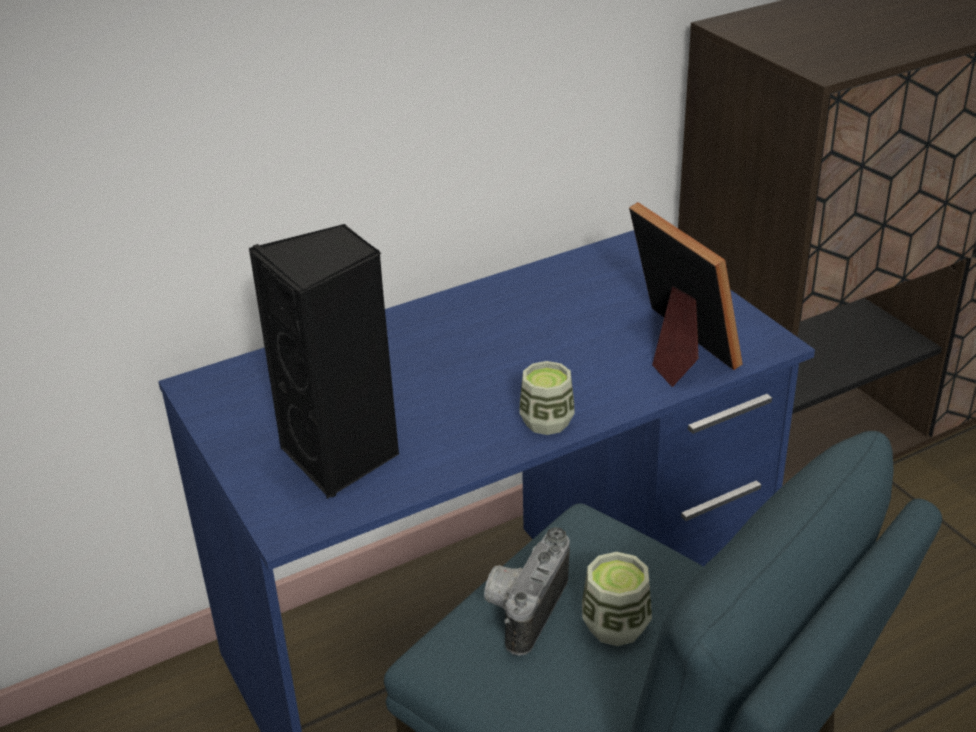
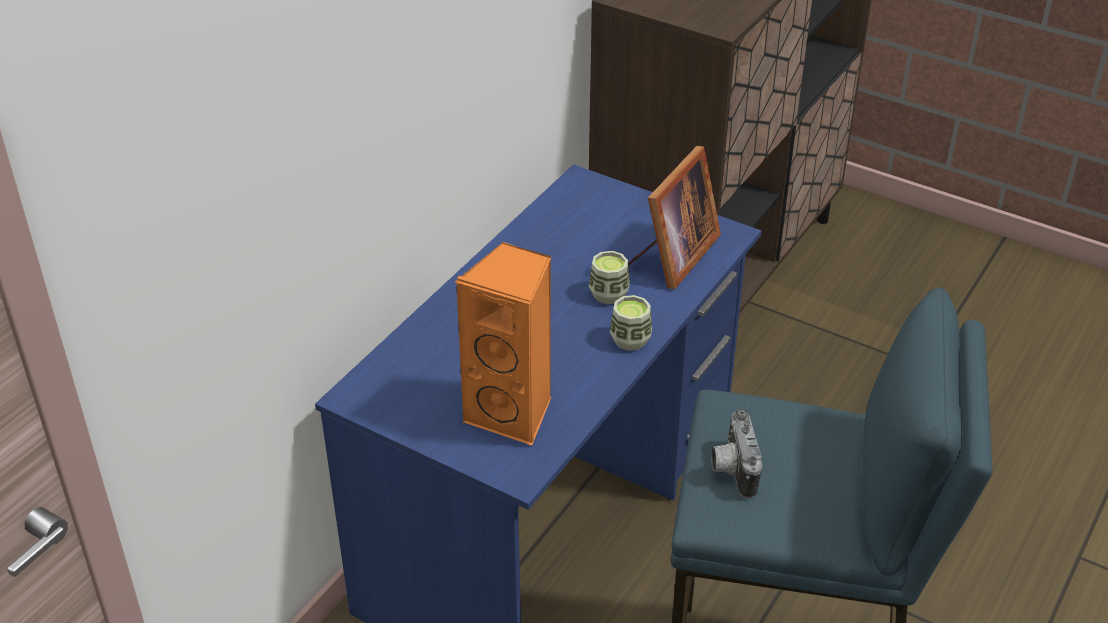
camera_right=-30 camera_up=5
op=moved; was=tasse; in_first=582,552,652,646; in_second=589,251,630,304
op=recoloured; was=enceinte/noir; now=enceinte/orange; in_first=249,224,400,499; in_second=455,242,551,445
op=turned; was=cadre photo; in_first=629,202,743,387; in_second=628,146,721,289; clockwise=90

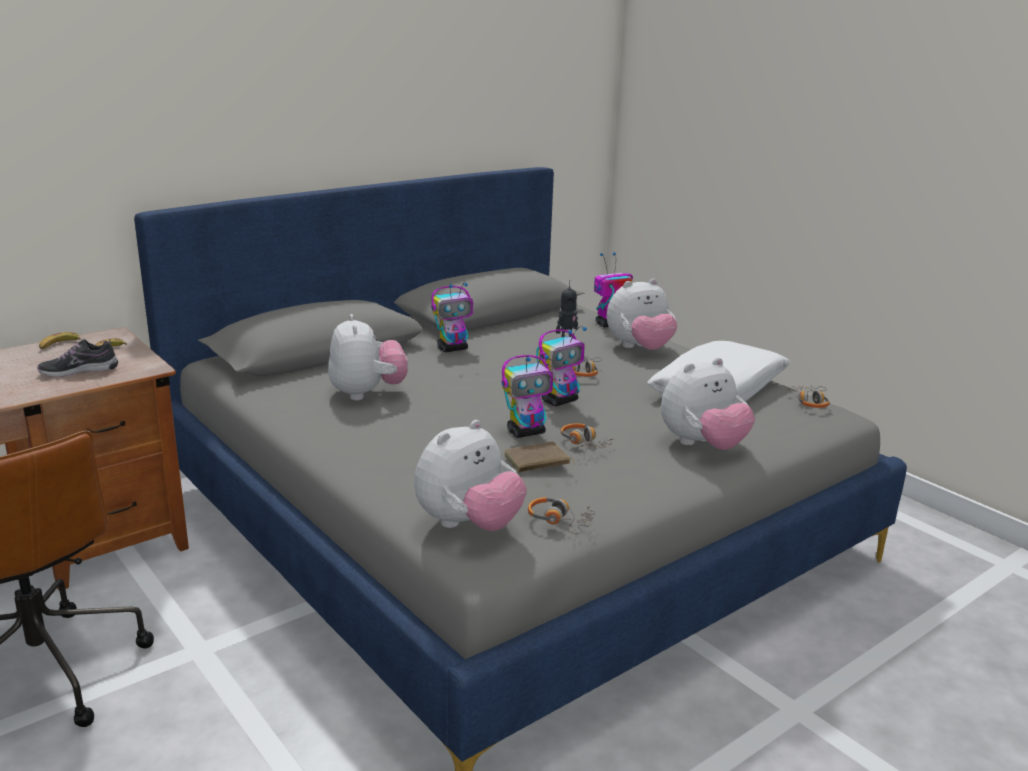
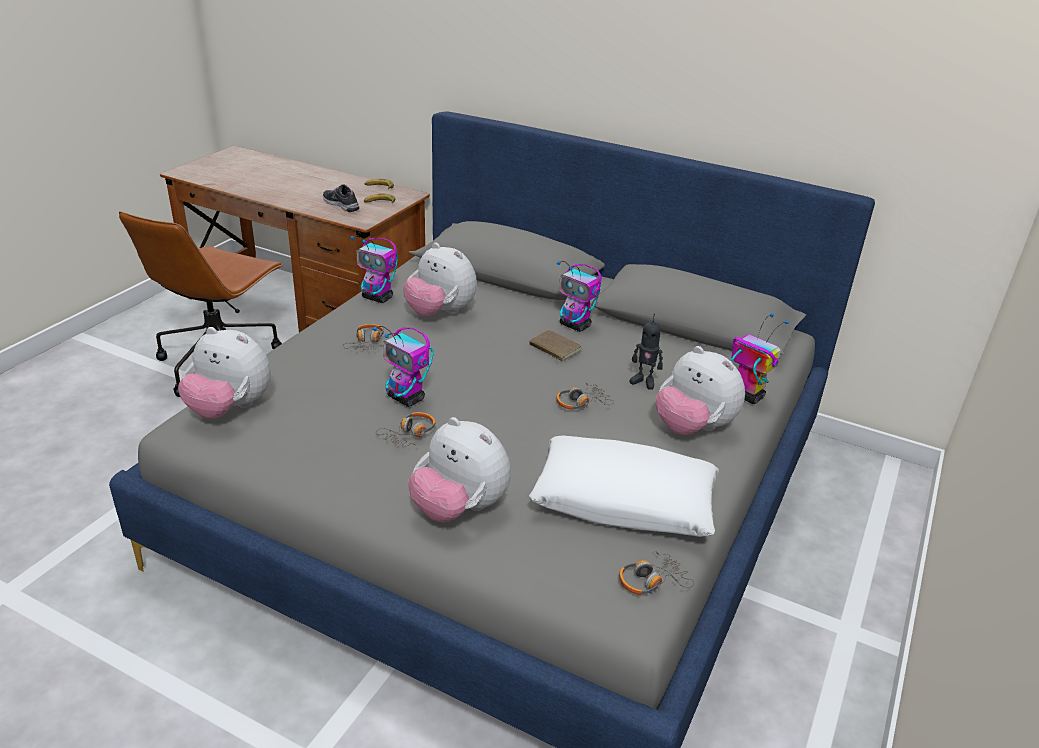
camera_right=65 camera_up=10
op=moved; was=livre/marron; in_first=504,441,575,472; in_second=529,330,582,361
op=moved; was=casque audio; in_first=528,497,595,534; in_second=343,324,384,350
op=moved; was=robot jouet; in_first=536,326,587,406; in_second=350,235,398,303
op=turned; was=peluche; in_first=328,314,408,401; in_second=403,242,477,317; clockwise=75

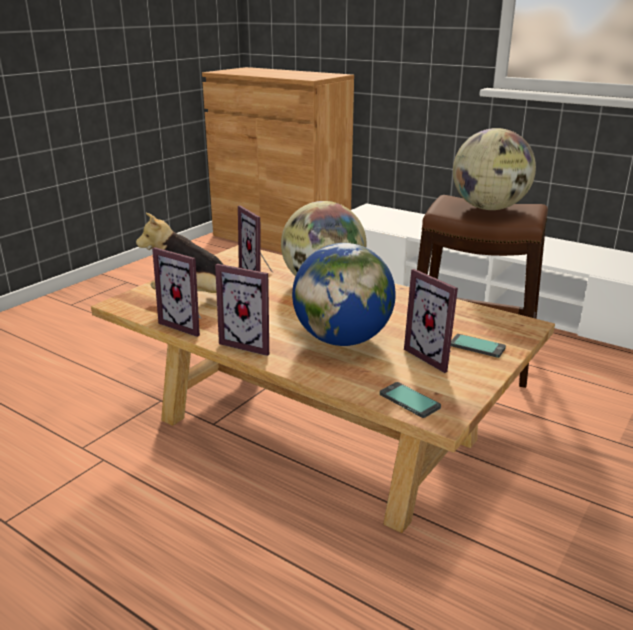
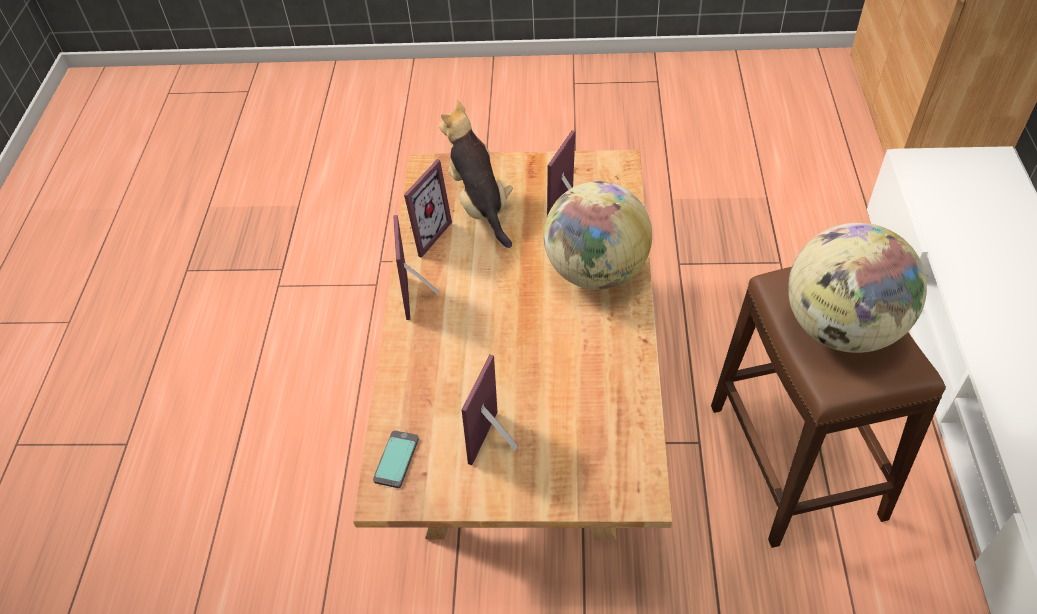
camera_right=60 camera_up=25
op=removed; was=globe; in_first=292,243,396,346
op=removed; was=téléphone; in_first=451,334,506,358
op=turned; was=cadre photo; in_first=152,247,202,337; in_second=404,159,452,258; clockwise=-150

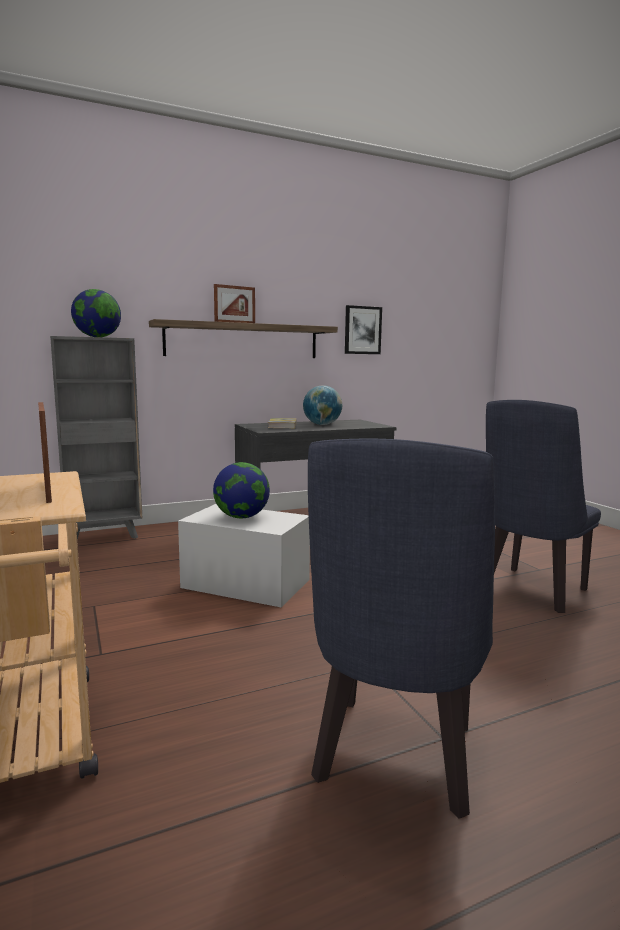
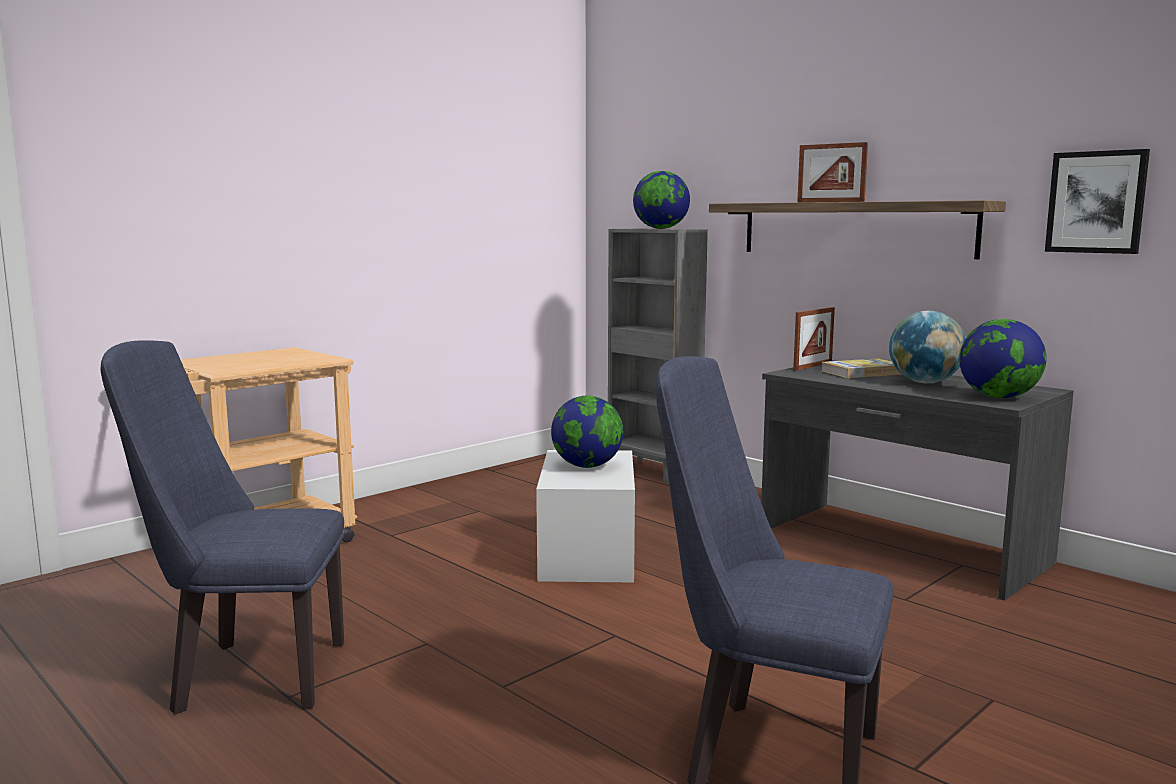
camera_right=70 camera_up=0
op=added; now=globe; in_second=959,319,1046,398
op=moved; was=cadre photo; in_first=38,402,52,503; in_second=793,307,835,371

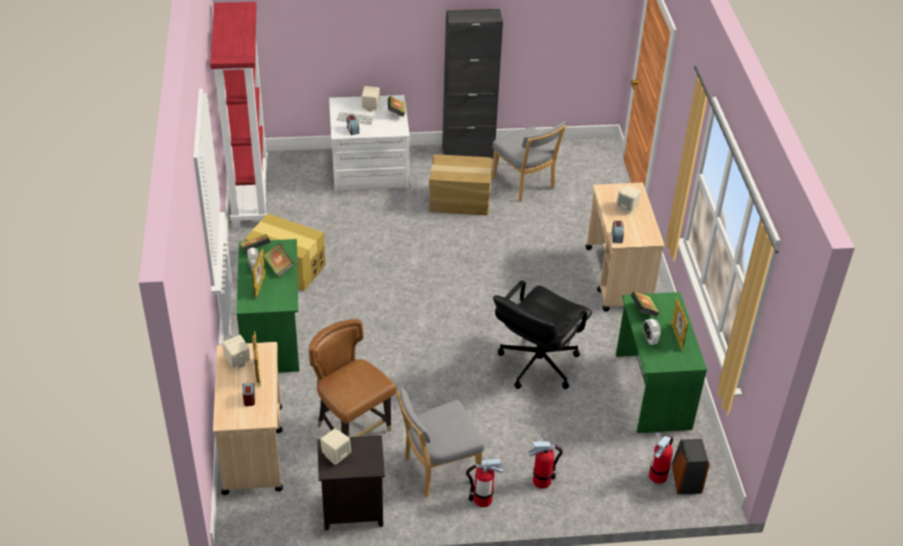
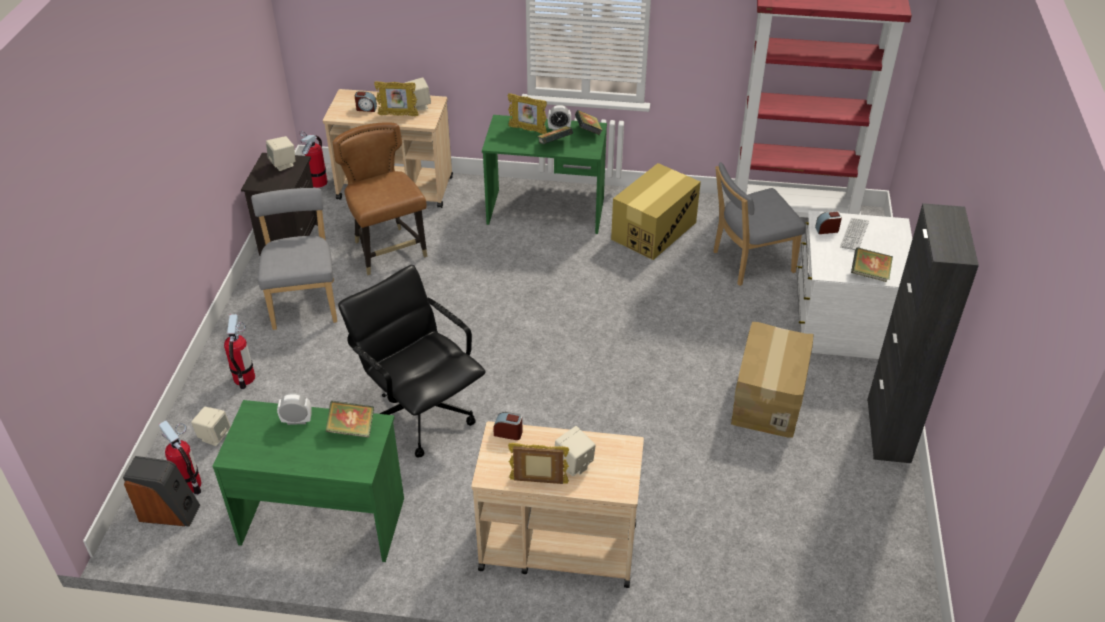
camera_right=105 camera_up=0
op=moved; was=enceinte/beige; in_first=362,86,380,112; in_second=191,407,231,446
op=moved; was=extincteur; in_first=466,458,503,507; in_second=299,131,327,188
op=moved; was=chaise/gris; in_first=492,121,566,202; in_second=713,162,805,286
op=moved; was=cadre photo; in_first=671,298,689,350; in_second=508,443,569,484
op=turned; was=chaise/marron; in_first=309,319,397,437; in_second=333,122,427,275; clockwise=-90

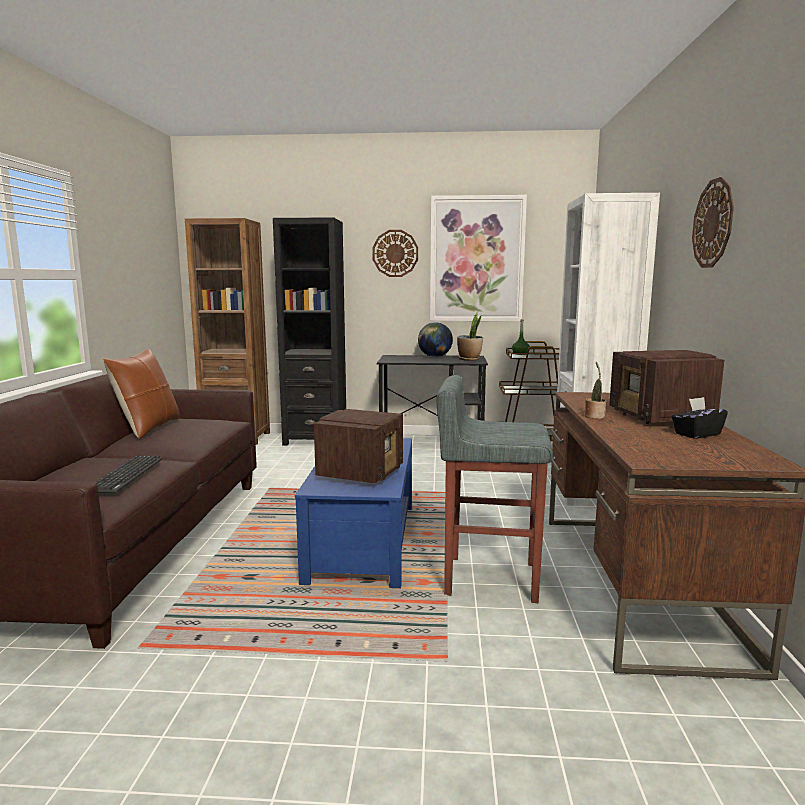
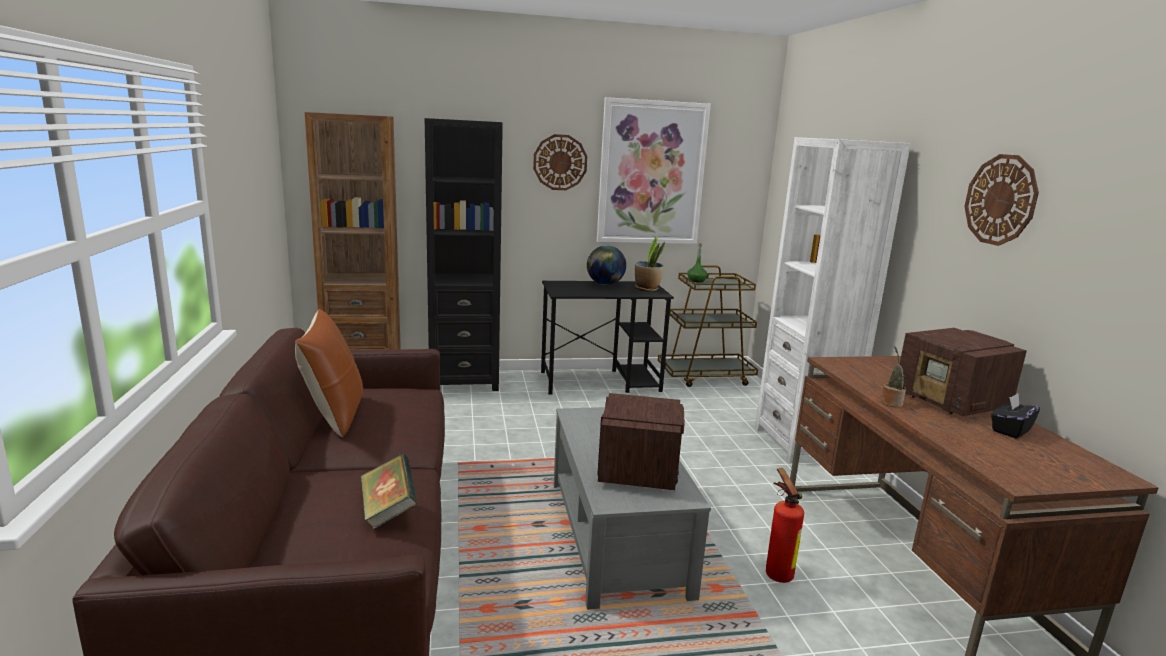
camera_right=-15 camera_up=5
op=replaced; was=clavier; now=livre; in_first=95,456,162,493; in_second=360,454,418,529
op=replaced; was=tabouret/gris; now=extincteur; in_first=437,375,553,603; in_second=766,468,804,583
op=recoloured; was=table basse/bleu; now=table basse/gris; in_first=295,438,412,588; in_second=554,407,711,610

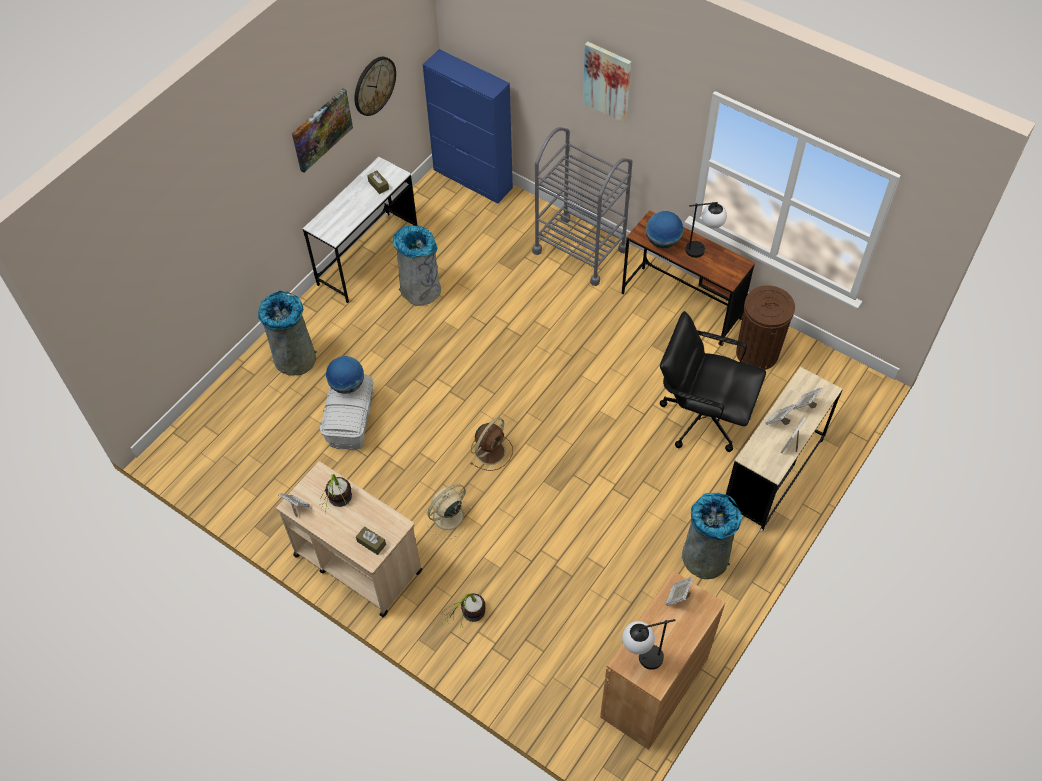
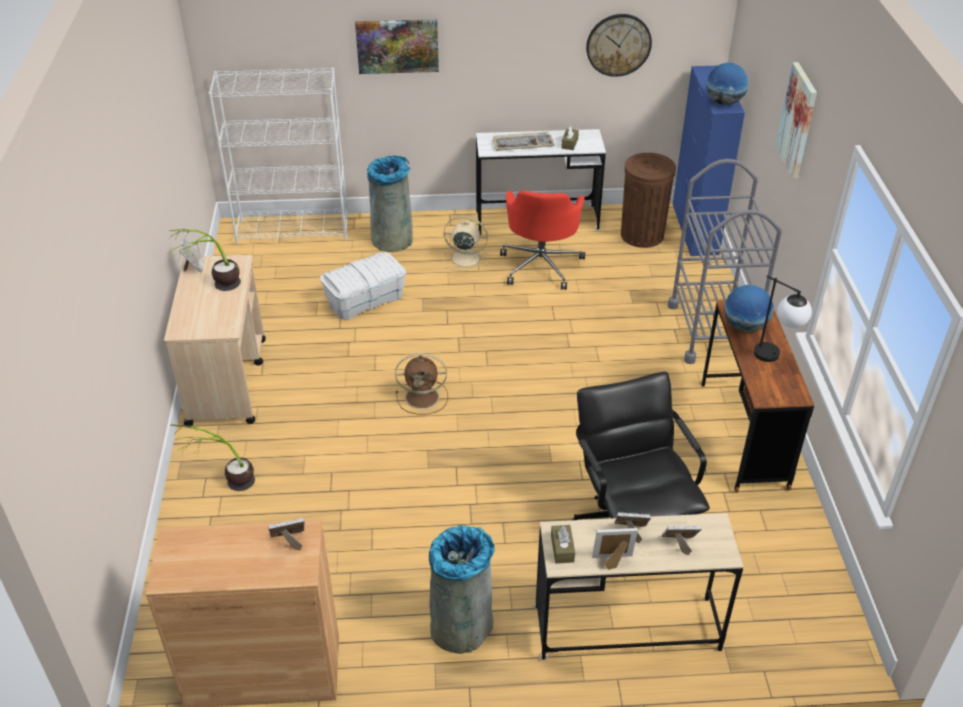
camera_right=50 camera_up=-15
op=removed; was=lampe de table; in_first=622,619,676,670
op=added; now=bibliothèque/blanc; in_second=208,68,348,244
op=added; now=clavier; in_second=493,132,555,151
op=moved; was=tableau; in_first=292,89,353,172; in_second=355,19,439,74
op=moved; was=globe; in_first=326,356,364,394; in_second=706,63,749,105
op=moved; was=boîte à mouchoirs/marron; in_first=356,526,386,555; in_second=551,525,575,564
op=moved; was=ventilateur/beige; in_first=425,484,472,538; in_second=443,216,488,271
op=moved; was=poubelle/marron; in_first=736,285,795,370; in_second=621,153,676,248
op=replaced; was=poubelle/gris; now=chaise de bureau/rouge; in_first=393,225,441,306; in_second=500,191,585,290

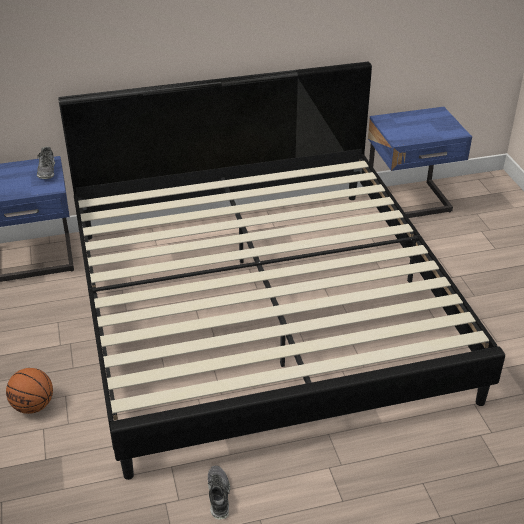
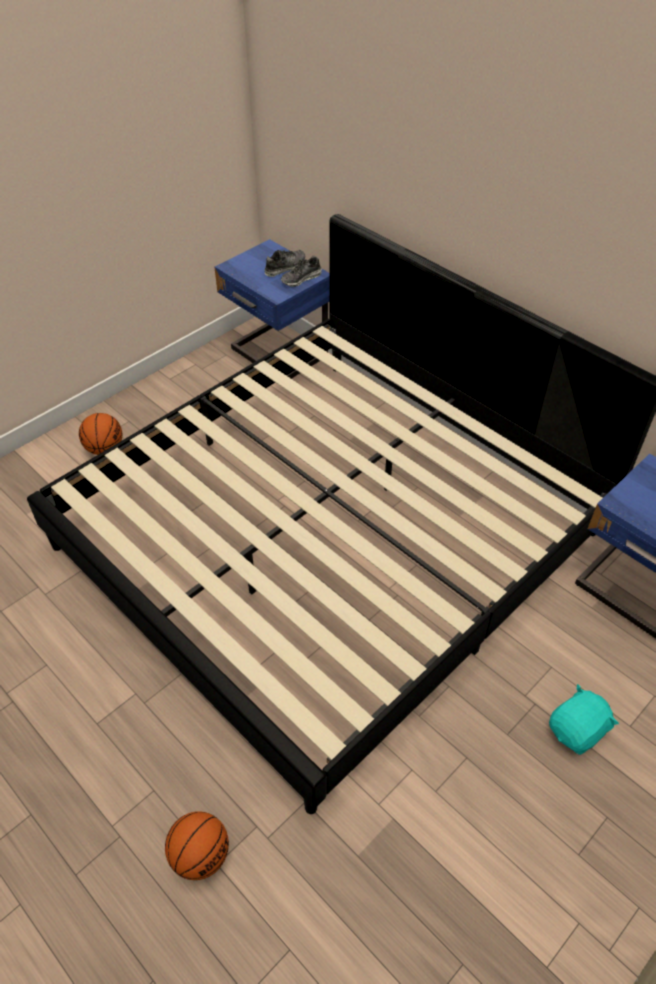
camera_right=60 camera_up=10
op=added; now=ballon de basket; in_second=165,811,229,880
op=added; now=peluche/turquoise; in_second=549,684,619,755
op=moved; was=chaussure; in_first=208,466,230,519; in_second=264,250,305,277

